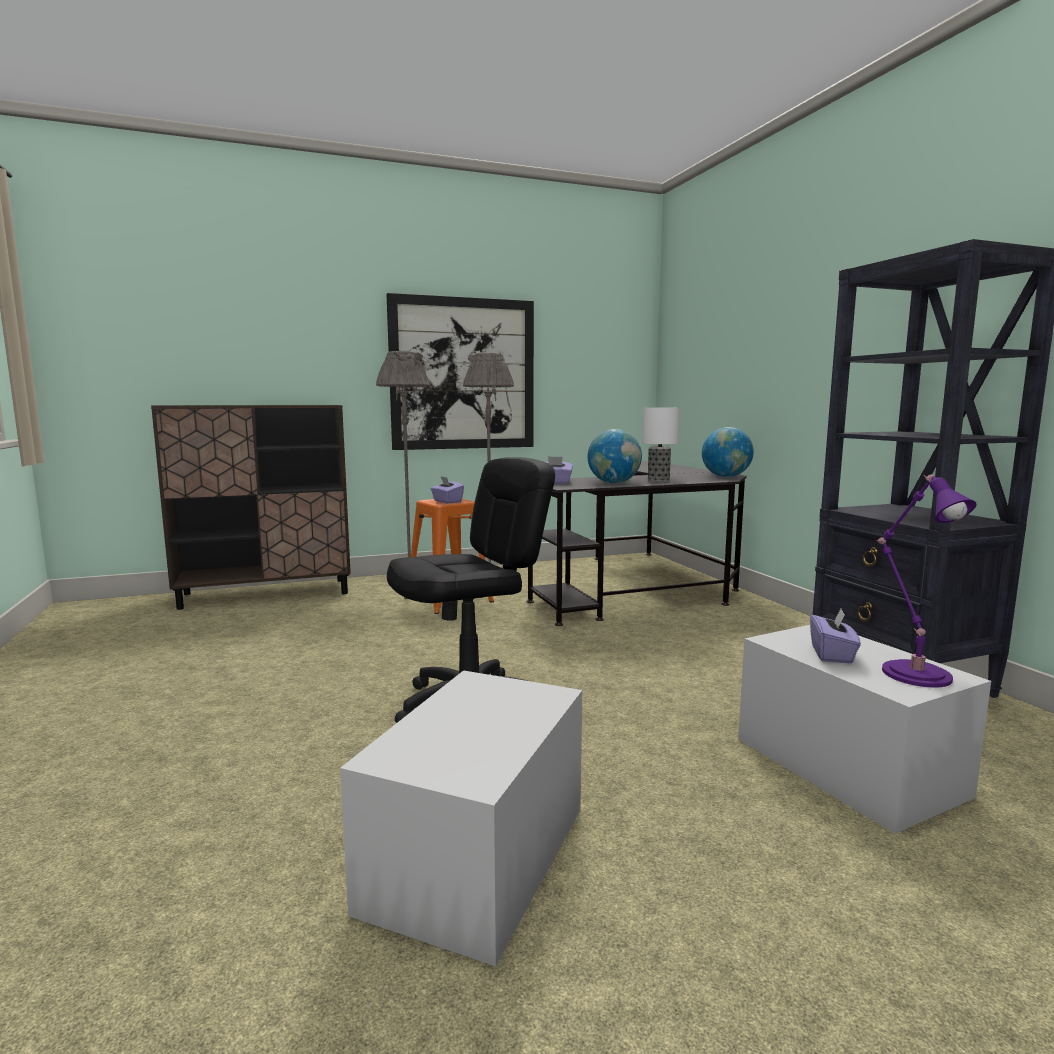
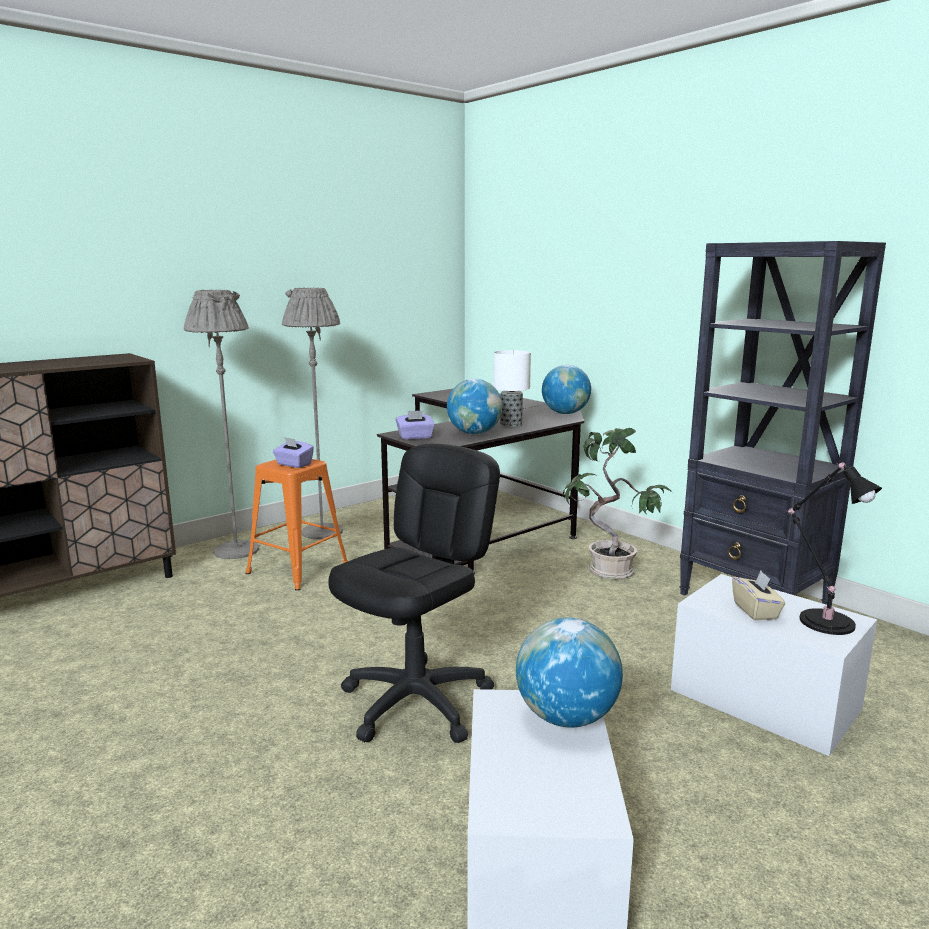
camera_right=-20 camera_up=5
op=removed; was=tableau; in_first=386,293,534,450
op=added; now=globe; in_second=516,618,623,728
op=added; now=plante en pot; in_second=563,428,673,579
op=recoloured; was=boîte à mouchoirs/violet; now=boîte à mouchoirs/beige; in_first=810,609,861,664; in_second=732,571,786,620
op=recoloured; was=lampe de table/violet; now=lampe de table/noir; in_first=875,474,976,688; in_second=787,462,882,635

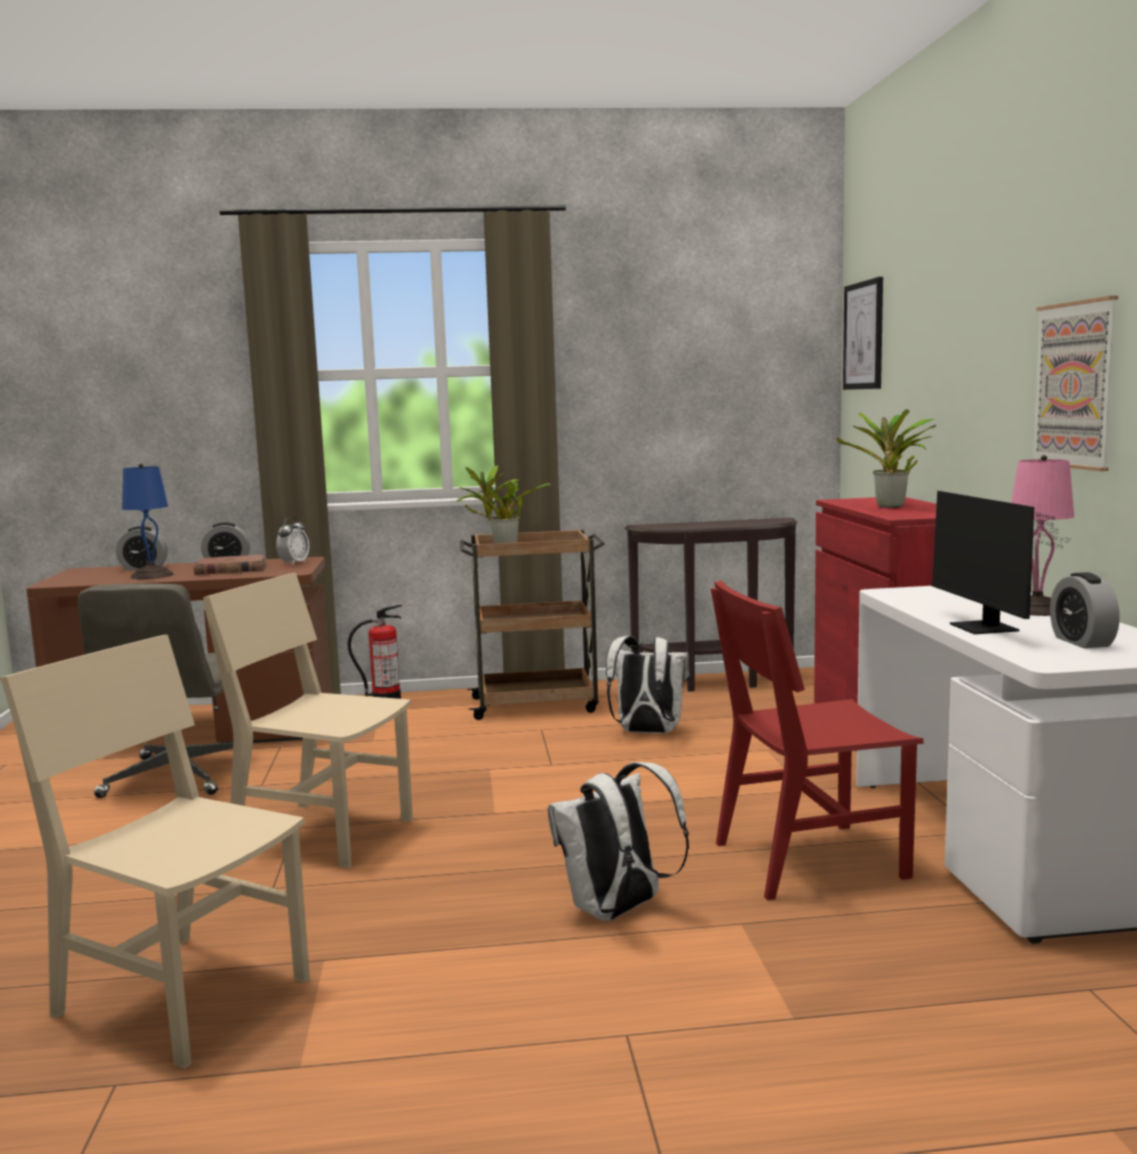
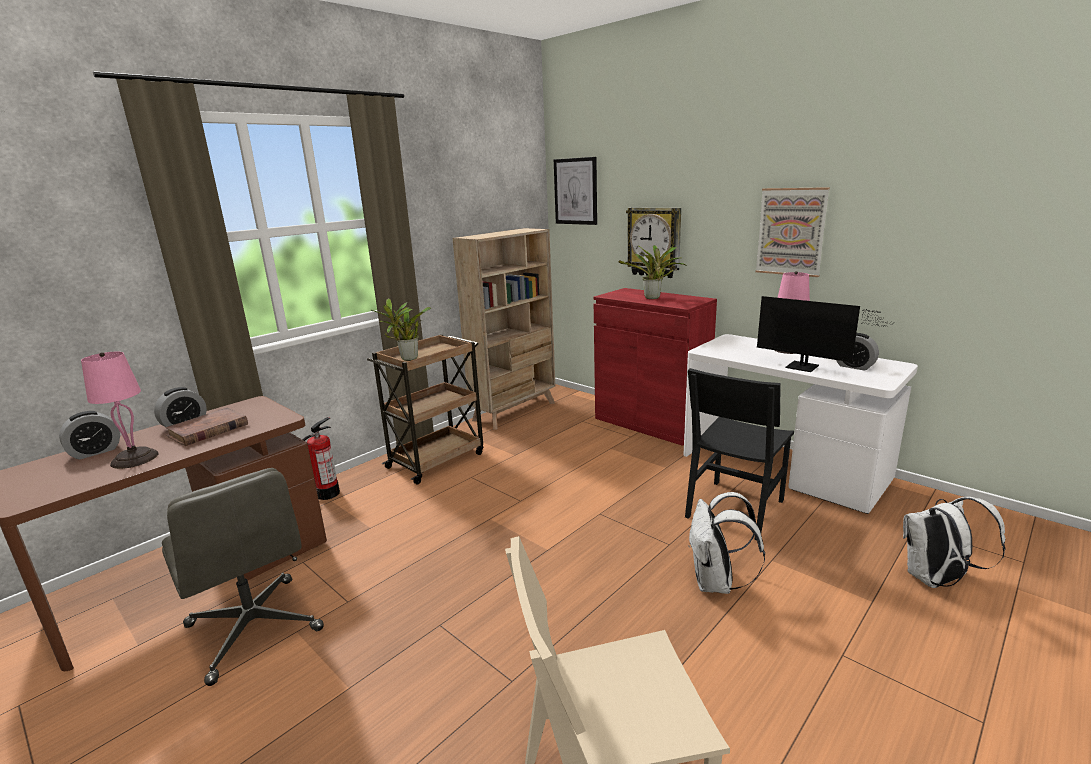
camera_right=-40 camera_up=10
op=removed; was=chaise/beige; in_first=203,573,413,869
op=removed; was=réveil; in_first=276,517,309,565
op=added; now=horloge murale; in_second=626,207,681,278
op=moved; was=sac à dos/blanc; in_first=606,636,690,734; in_second=903,497,1006,588
op=replaced; was=table console/marron; now=bibliothèque/beige; in_first=624,518,797,692; in_second=452,228,555,430
op=recoloured; was=lampe de table/bleu; now=lampe de table/rose; in_first=122,463,174,579; in_second=81,352,159,469
op=recoloured; was=chaise/rouge; now=chaise/noir; in_first=711,580,924,900; in_second=685,368,794,540

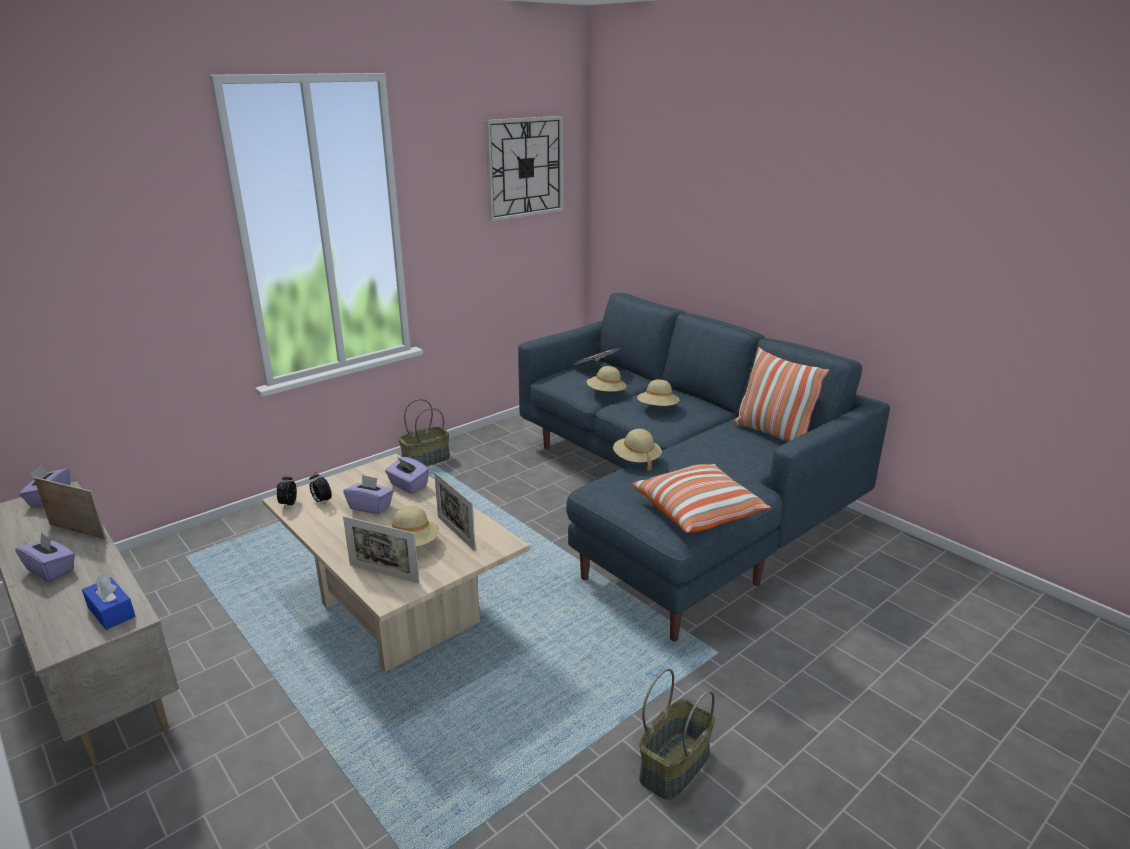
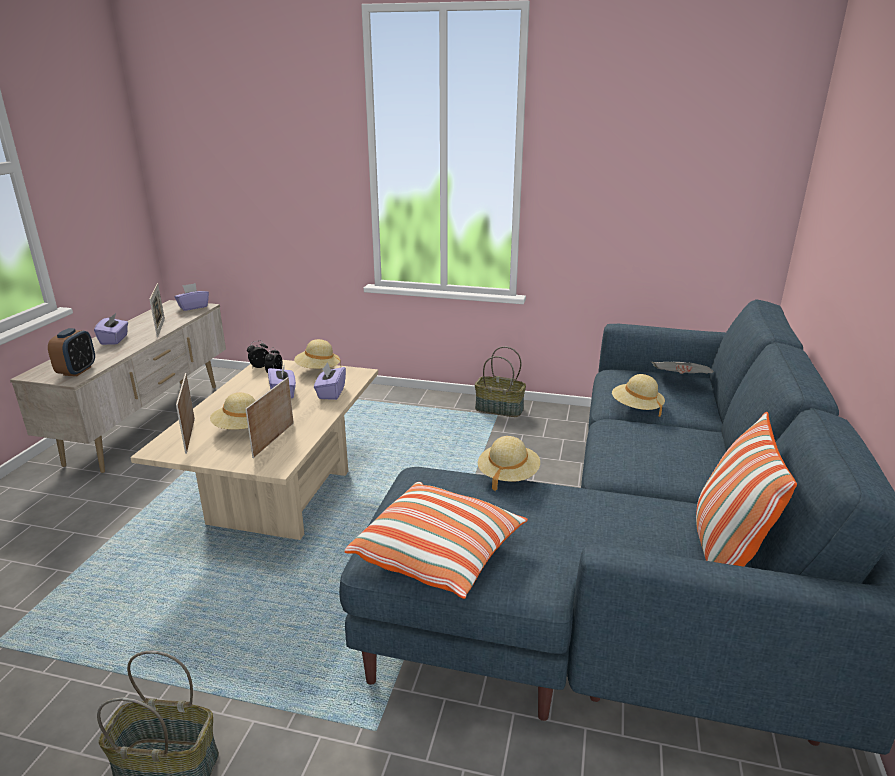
camera_right=55 camera_up=0
op=removed; was=horloge murale; in_first=485,116,563,222
op=moved; was=chapeau/beige; in_first=637,379,679,406; in_second=294,339,341,369
op=replaced; was=boîte à mouchoirs/bleu; now=réveil; in_first=82,574,135,630; in_second=48,328,95,376

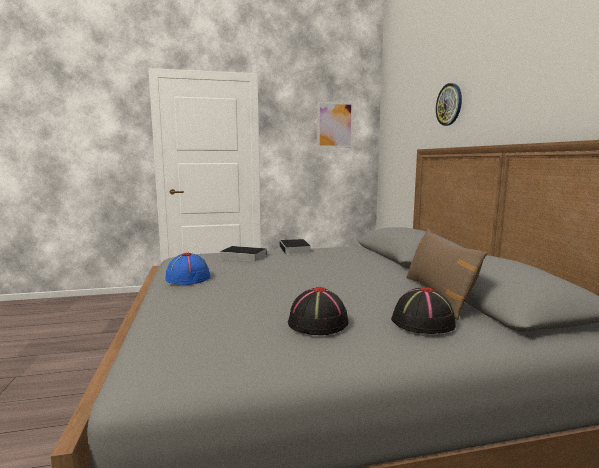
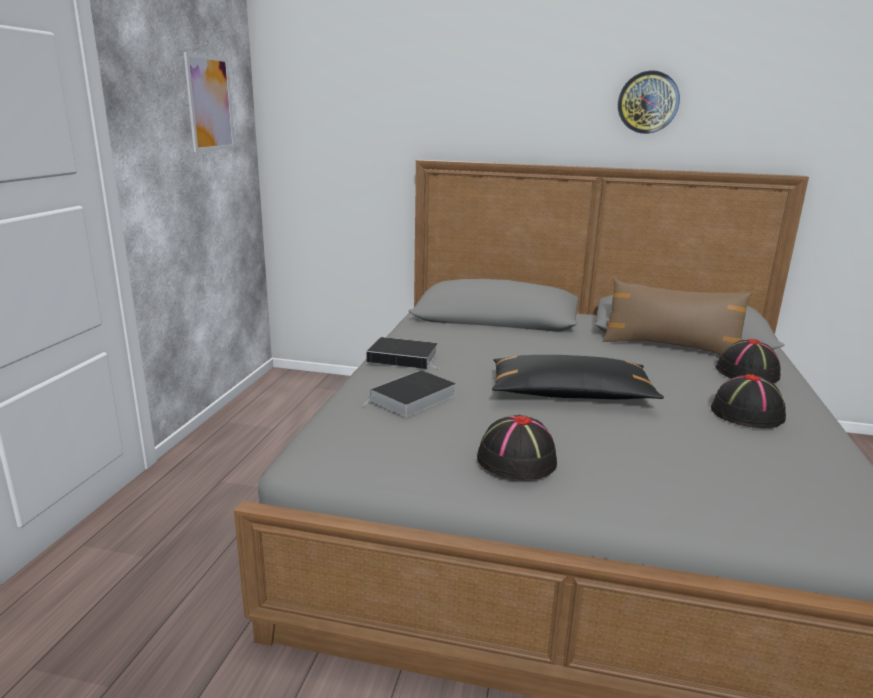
camera_right=-65 camera_up=10
op=added; now=coussin/noir; in_second=492,355,664,399
op=moved; was=horloge murale; in_first=436,83,462,126; in_second=618,71,680,134
op=recoloured; was=chapeau/bleu; now=chapeau/noir; in_first=165,253,211,285; in_second=477,415,557,480

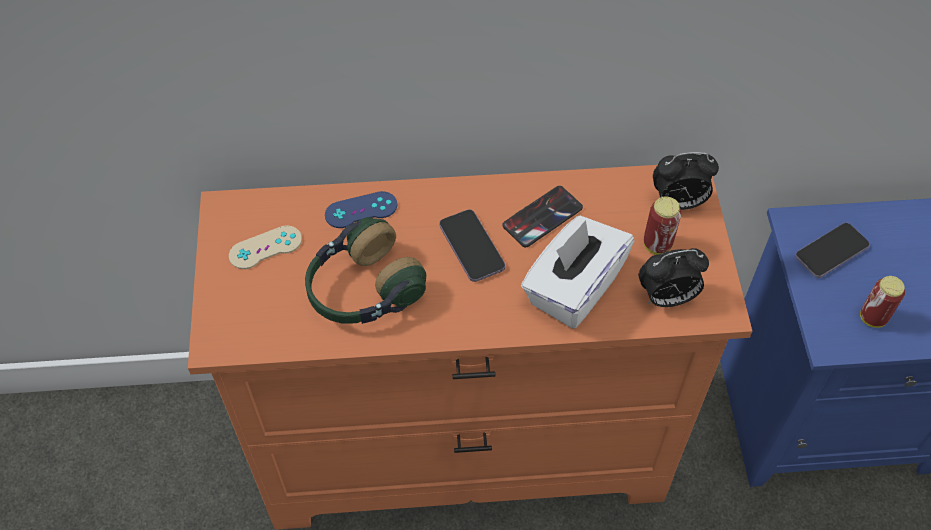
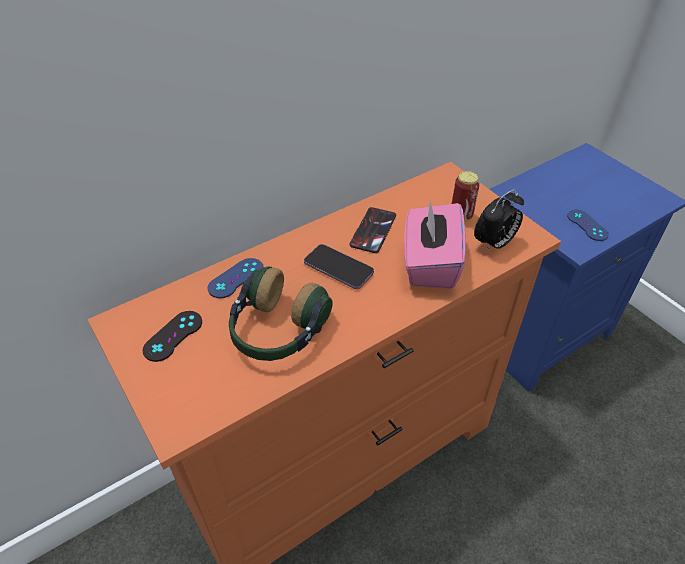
camera_right=-30 camera_up=-10
op=removed; was=réveil; in_first=653,152,719,210
op=removed; was=téléphone; in_first=795,223,870,278
op=replaced; was=boîte métallique; now=manette/bleu; in_first=860,276,905,328; in_second=567,210,609,241
op=recoloured; was=manette/beige; now=manette/noir; in_first=229,226,302,269; in_second=142,311,202,362
op=recoloured; was=boîte à mouchoirs/blanc; now=boîte à mouchoirs/rose; in_first=521,216,635,329; in_second=404,200,466,289

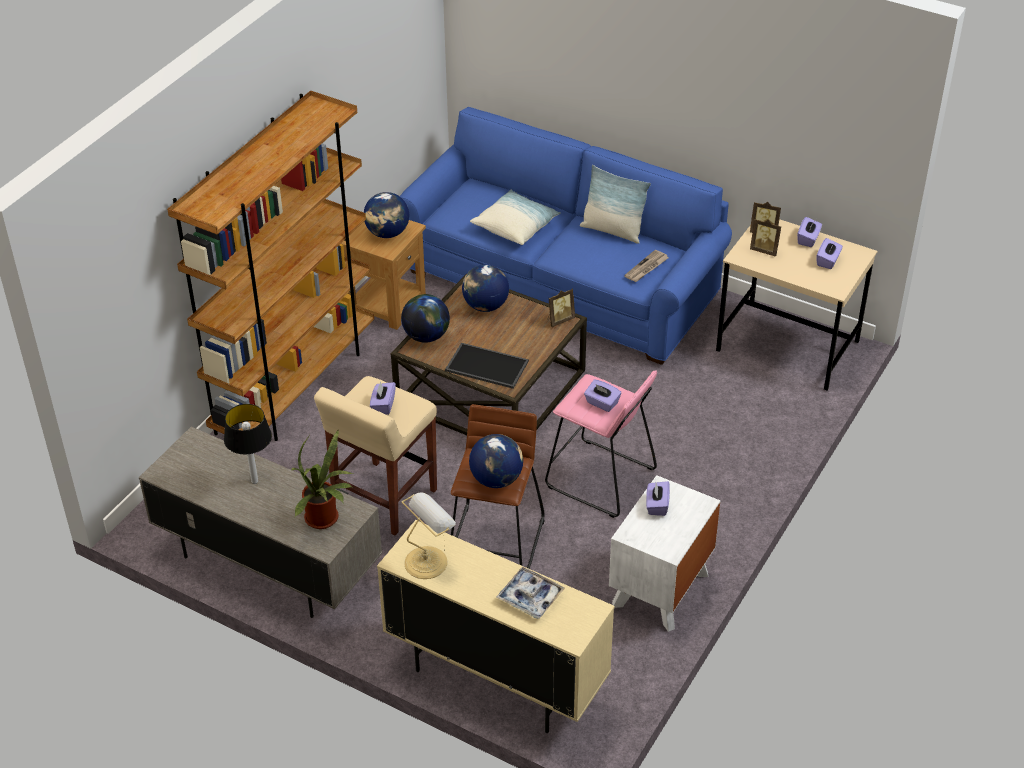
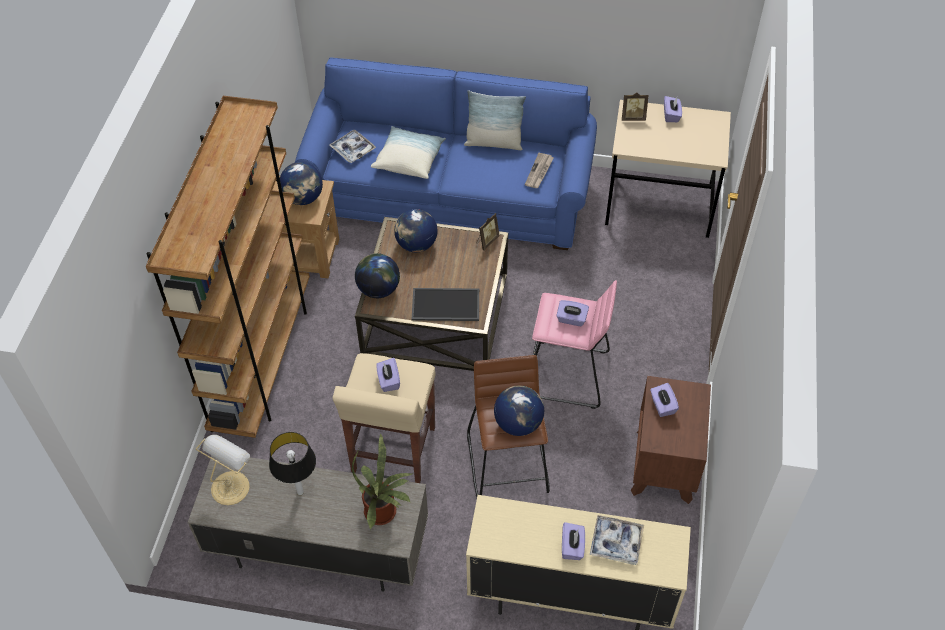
camera_right=-20 camera_up=10
op=removed; was=cadre photo; in_first=750,219,781,257
op=added; now=plateau; in_second=330,129,376,163
op=moved; was=lampe de table; in_first=402,492,456,579; in_second=196,435,250,505
op=moved; was=boîte à mouchoirs/violet; in_first=816,238,843,269; in_second=562,522,585,560
op=recoloured; was=table de chevet/blanc; now=table de chevet/marron; in_first=609,475,721,632; in_second=631,376,711,504

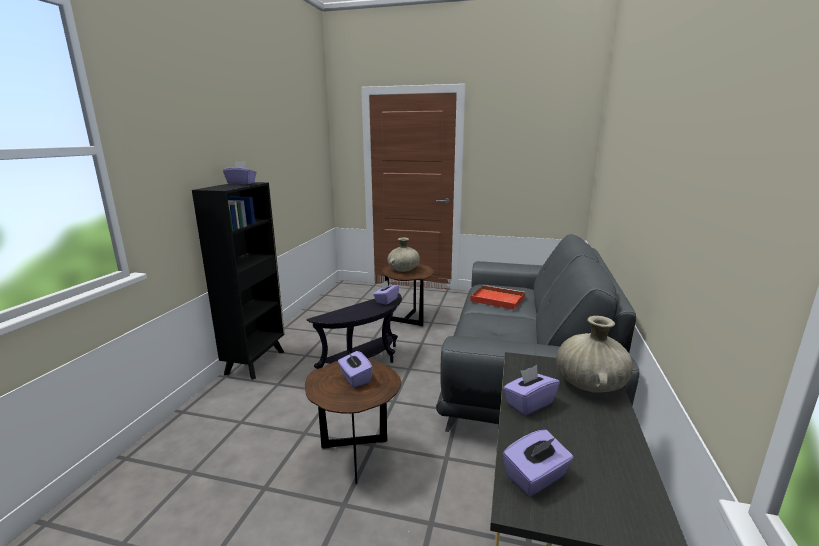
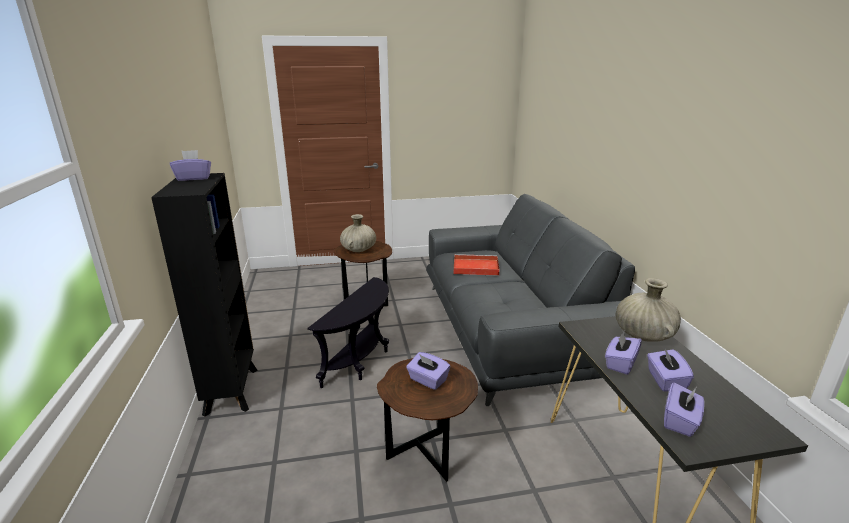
camera_right=-25 camera_up=5
op=moved; was=boîte à mouchoirs/violet; in_first=373,281,399,305; in_second=647,349,694,392

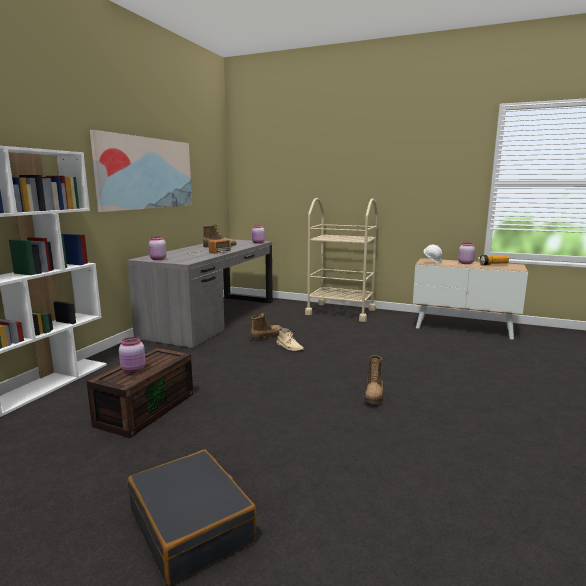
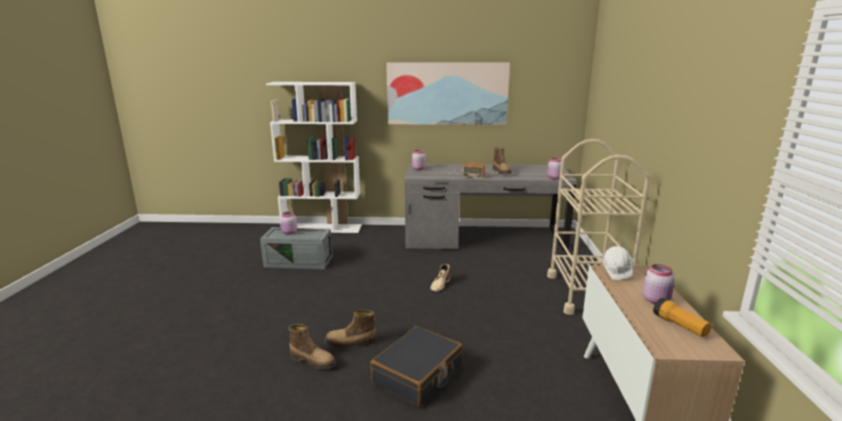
camera_right=70 camera_up=5
op=moved; was=valise/noir; in_first=128,450,257,585; in_second=370,326,463,407
op=moved; was=botte; in_first=251,313,281,342; in_second=288,324,336,369
op=recoloured; was=boîte de rangement/marron; now=boîte de rangement/gris; in_first=87,348,193,438; in_second=260,227,333,270

